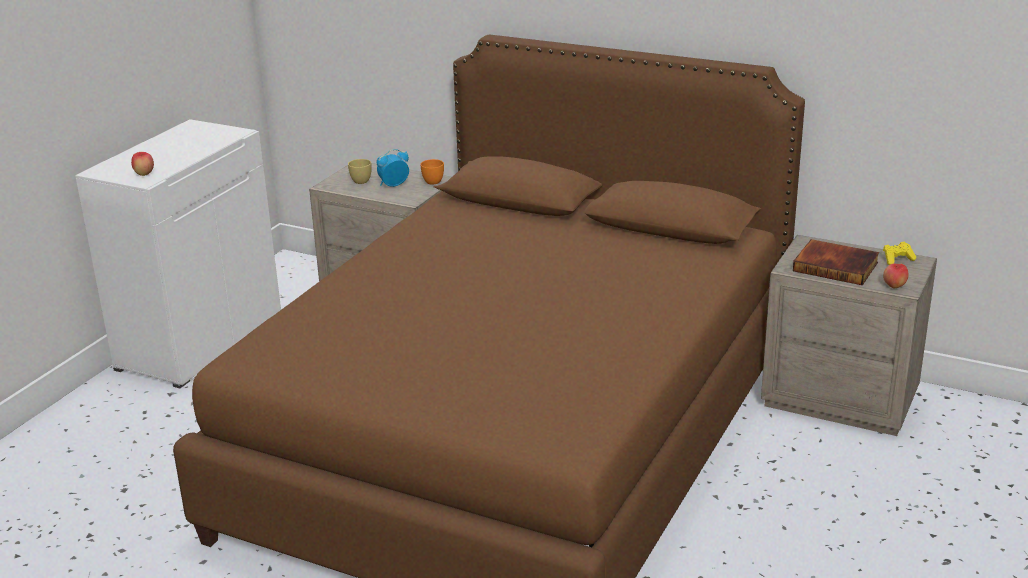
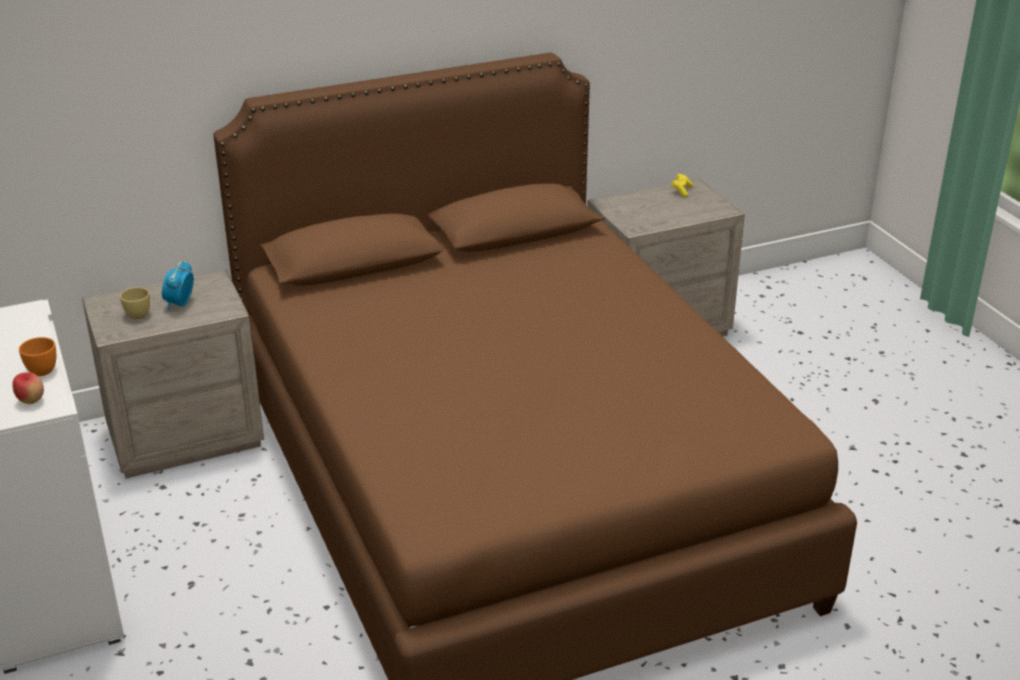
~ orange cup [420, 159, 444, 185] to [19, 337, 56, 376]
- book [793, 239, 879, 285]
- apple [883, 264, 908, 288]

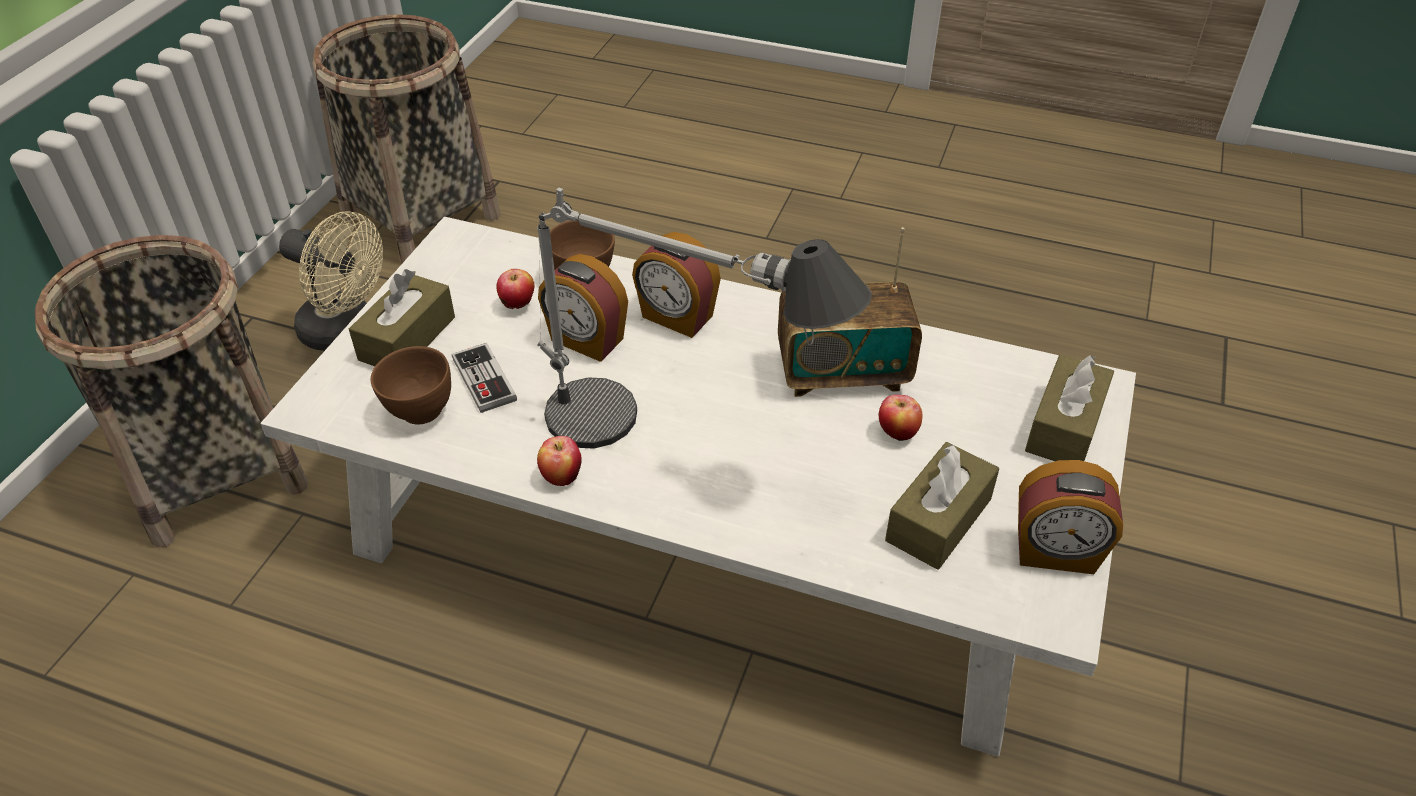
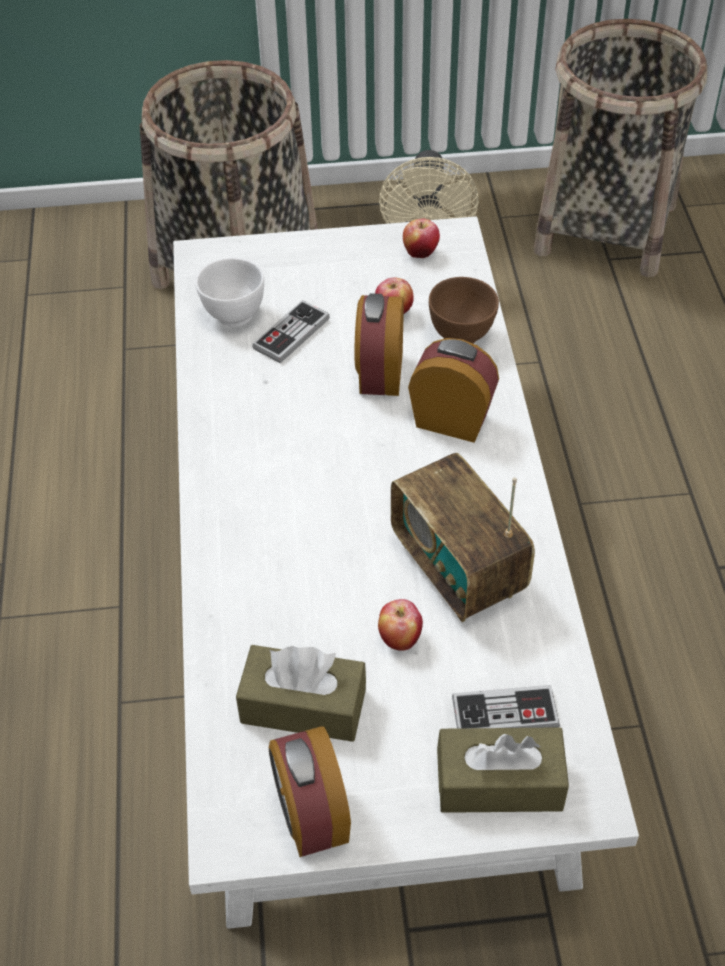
- table lamp [537, 188, 872, 449]
~ alarm clock [632, 232, 721, 338] = [408, 338, 499, 443] 105 degrees clockwise
- brown tissue box [349, 269, 455, 366]
~ brown bowl [371, 346, 451, 424] to white bowl [195, 257, 264, 327]
~ apple [537, 436, 582, 486] to [403, 219, 440, 258]
+ game controller [452, 685, 560, 729]

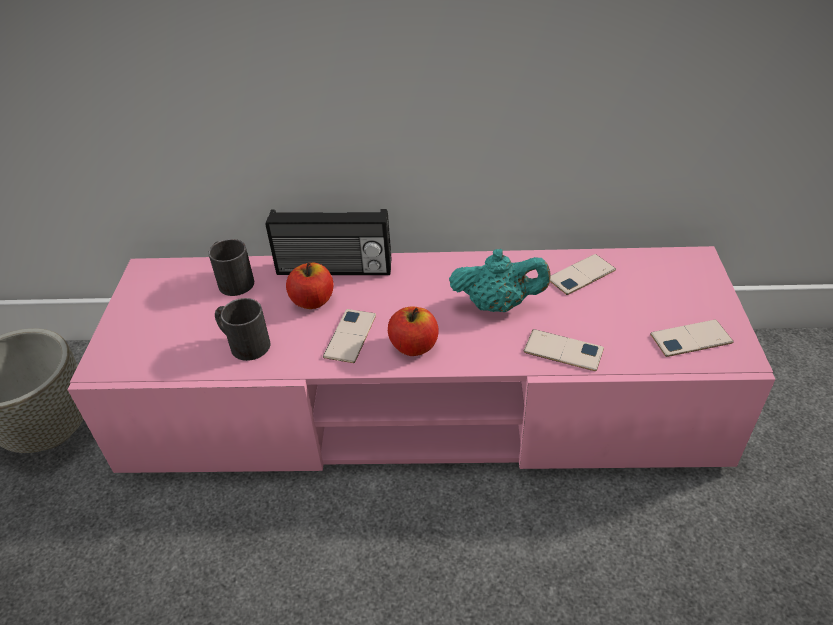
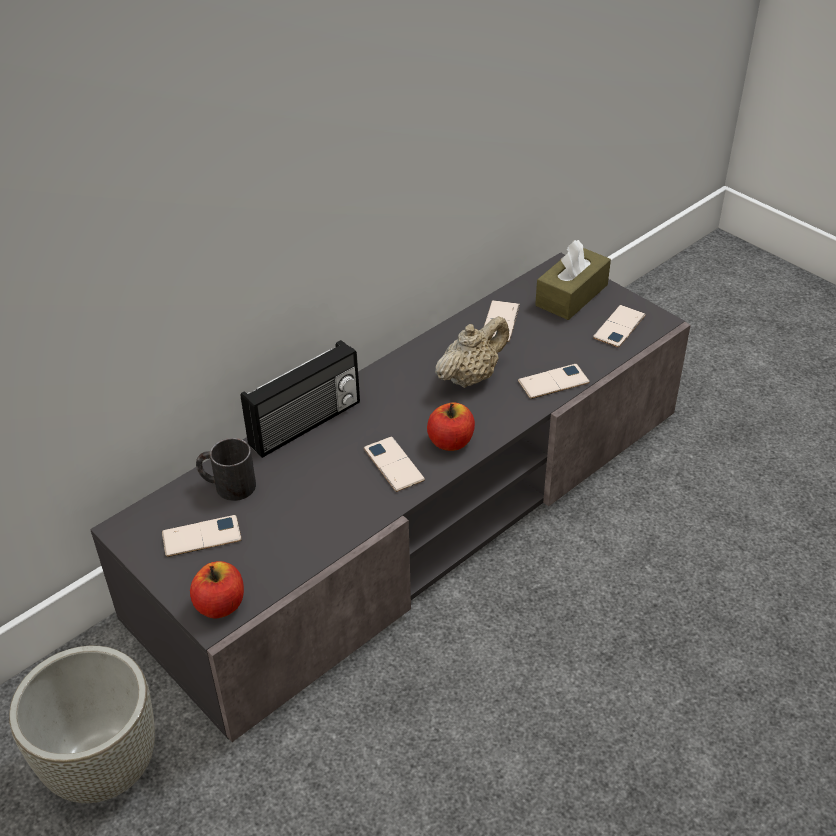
~ pink tv stand [67, 246, 775, 473] to grey tv stand [90, 252, 691, 742]
~ turquoise teapot [449, 249, 550, 312] to beige teapot [435, 316, 509, 388]
~ apple [286, 263, 333, 309] to [190, 561, 244, 619]
- black mug [215, 298, 270, 361]
+ brown tissue box [535, 240, 611, 320]
+ phone [162, 515, 242, 557]

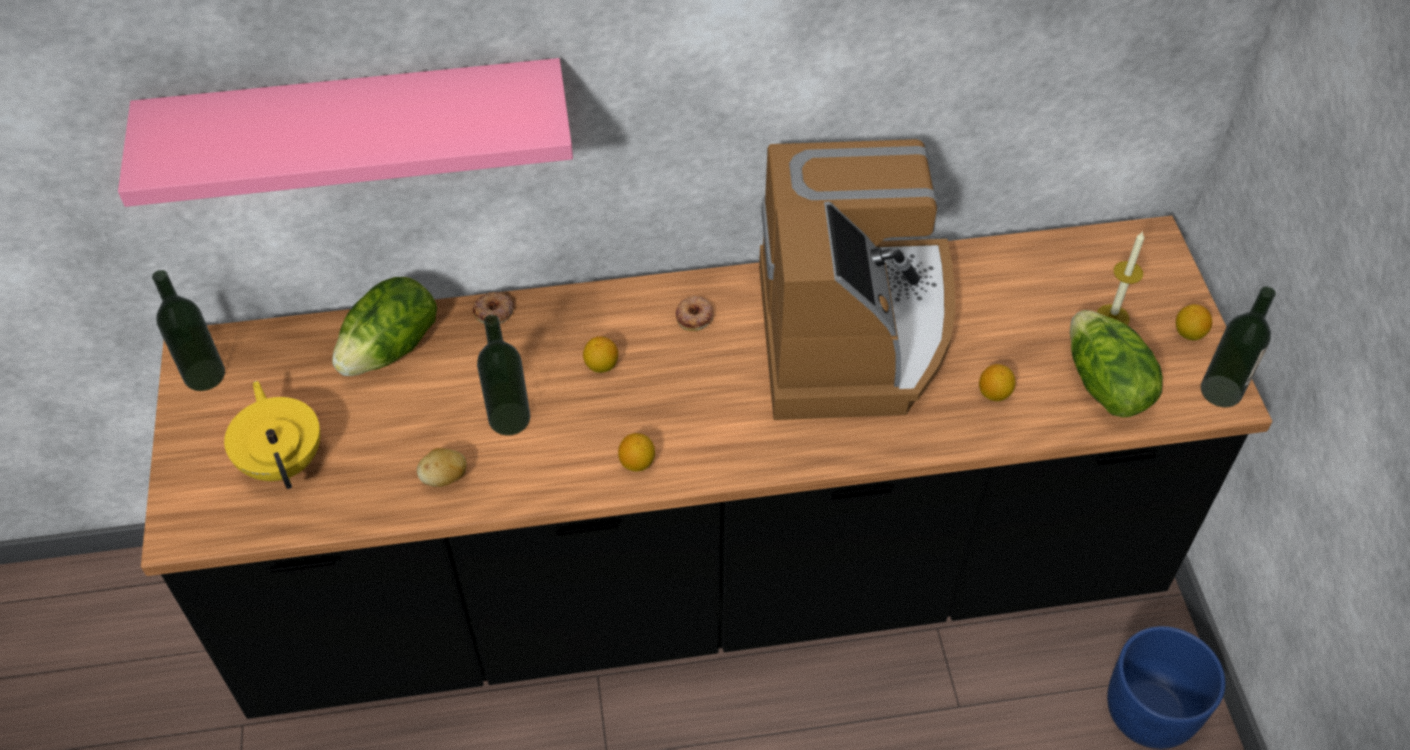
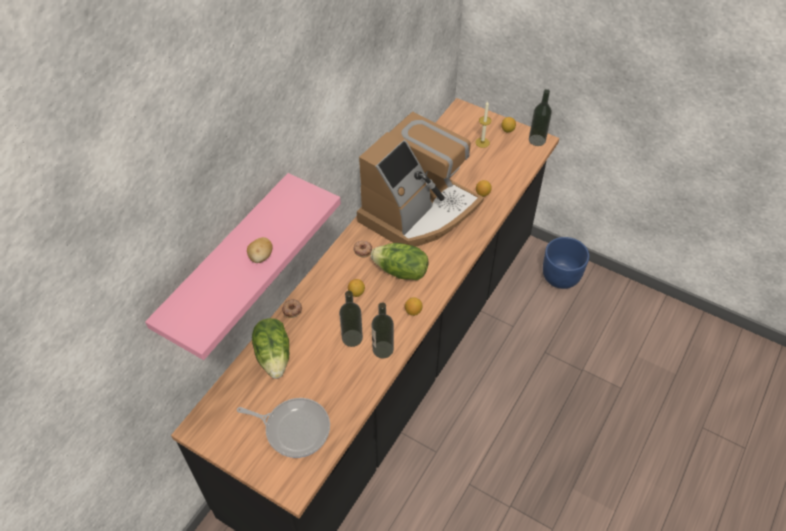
~ coffee machine [759, 139, 955, 420] = [357, 112, 484, 247] 90 degrees clockwise
~ bottle [152, 270, 225, 391] to [372, 303, 394, 358]
~ lettuce [1070, 310, 1163, 417] to [371, 243, 429, 280]
~ yellow teapot [224, 381, 320, 489] to frying pan [237, 398, 330, 458]
~ potato [417, 448, 467, 487] to [247, 237, 273, 263]

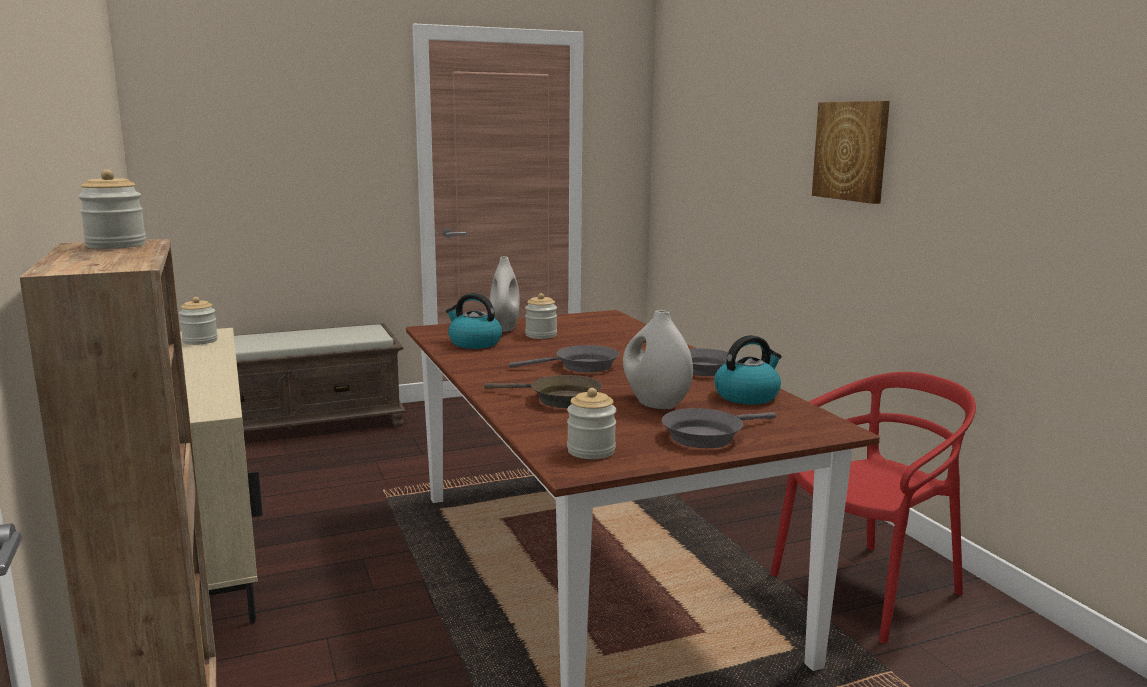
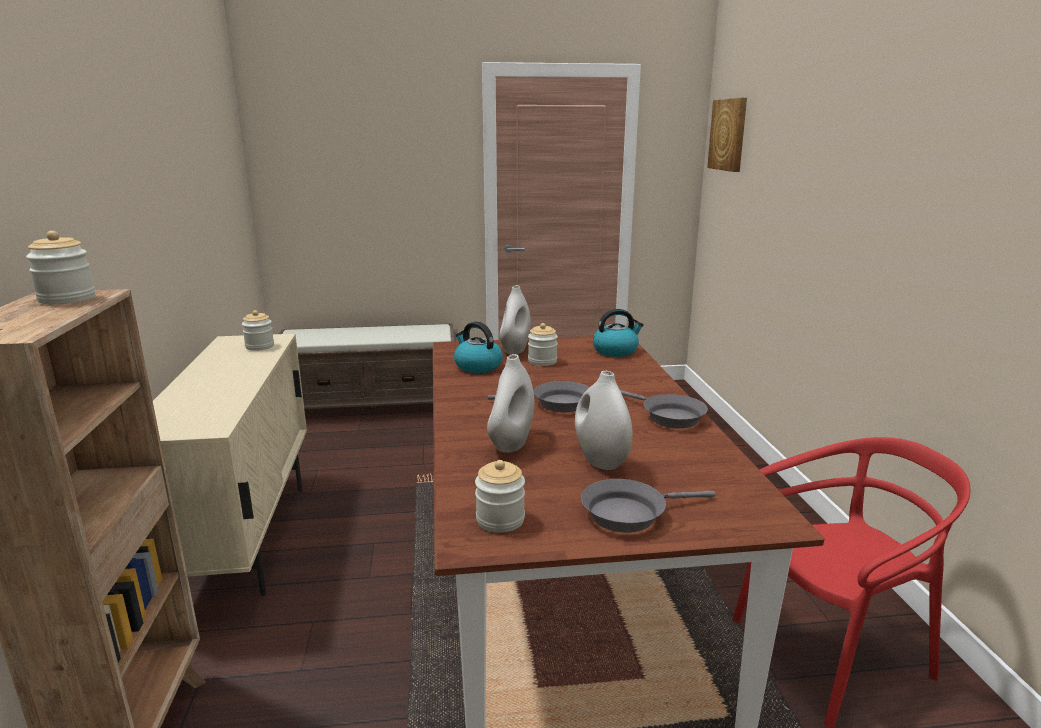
~ picture [812, 101, 890, 204] to [707, 98, 747, 172]
~ kettle [714, 335, 782, 405] to [593, 309, 644, 357]
~ brown frying pan [484, 375, 602, 408] to white vase [487, 354, 535, 453]

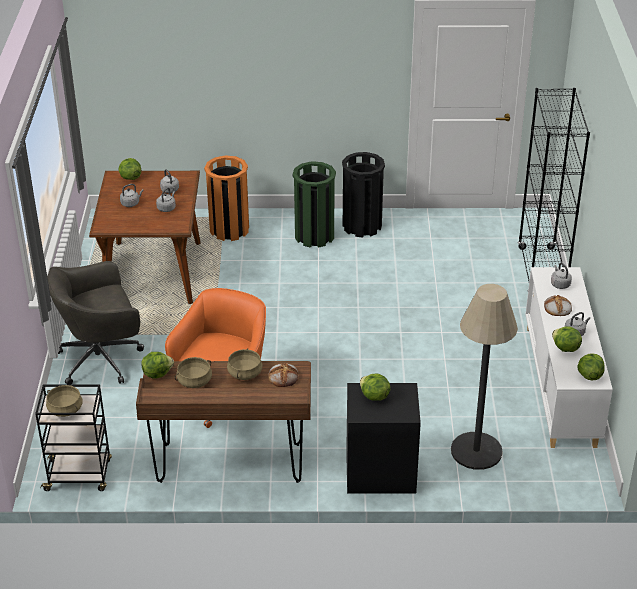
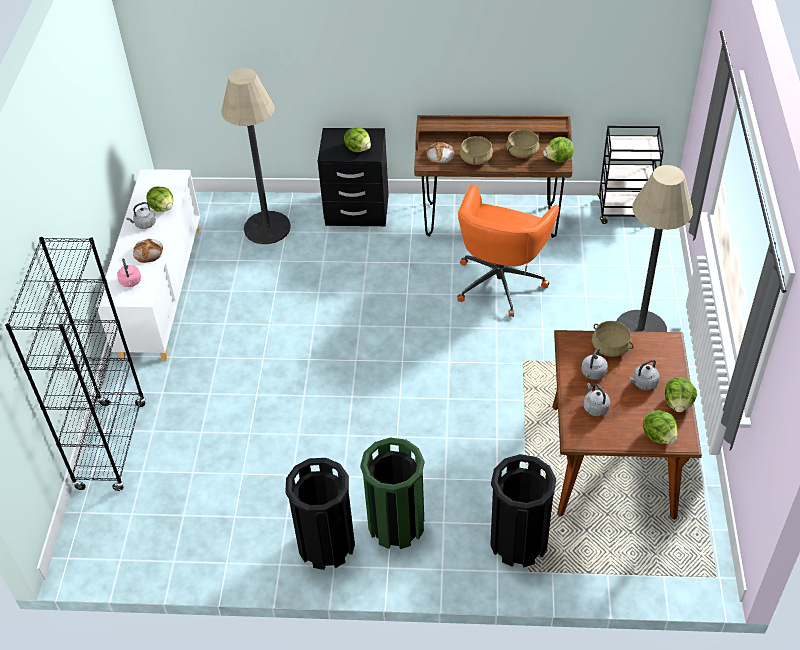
~ orange trash can [204, 155, 249, 241] to black trash can [490, 454, 556, 567]
~ grey office chair [47, 261, 144, 385] to floor lamp [617, 165, 693, 332]
~ grey kettle [551, 263, 572, 289] to pink kettle [117, 259, 141, 287]
~ lettuce [577, 353, 605, 380] to [665, 377, 697, 412]
~ beige cooking pot [46, 385, 82, 417] to [592, 321, 634, 357]

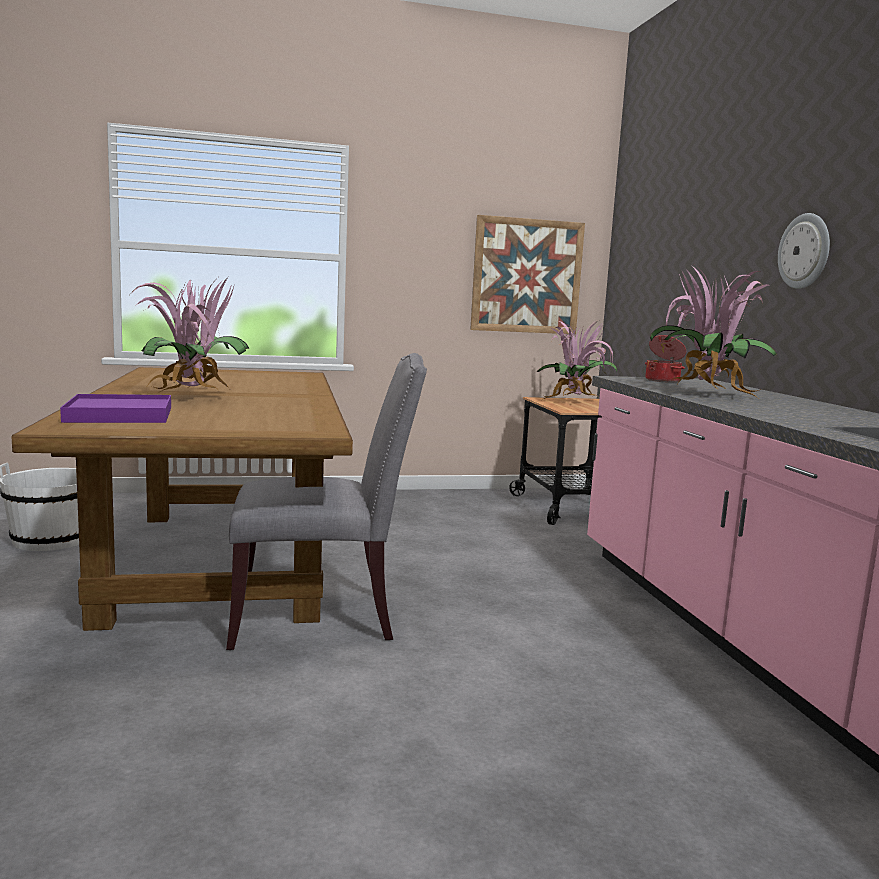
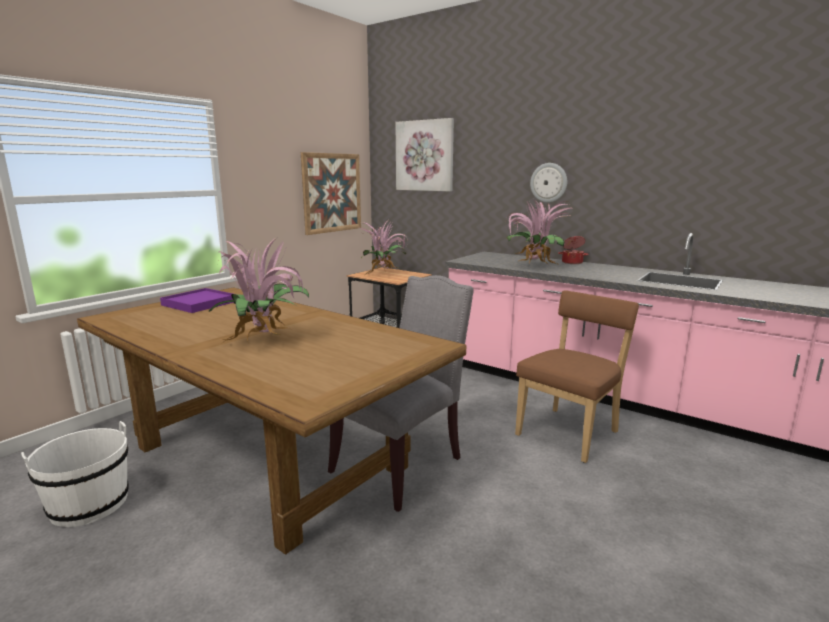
~ cooking pot [645, 335, 686, 383] to [558, 236, 588, 264]
~ purple tray [60, 394, 171, 423] to [160, 288, 234, 313]
+ picture [396, 118, 454, 191]
+ brown chair [515, 290, 639, 463]

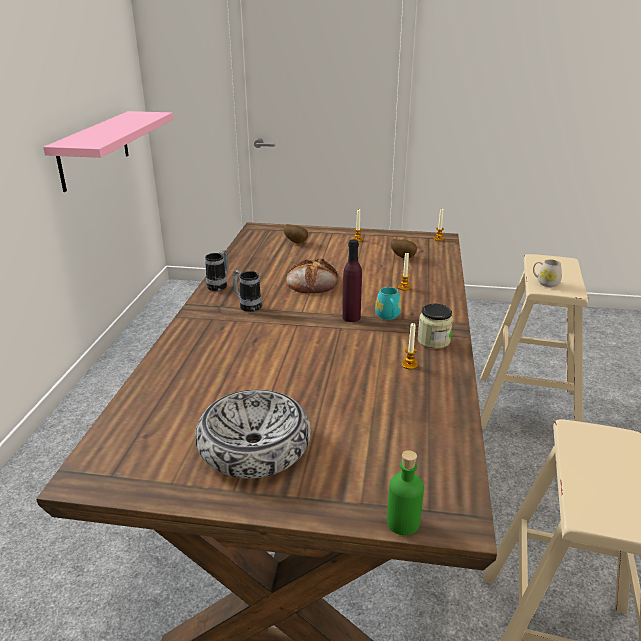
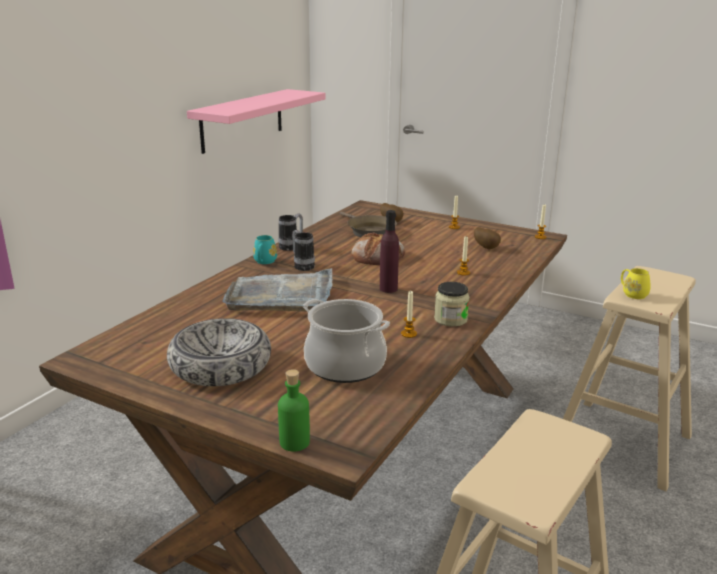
~ white mug [533, 259, 562, 287] to yellow mug [621, 268, 651, 299]
~ turquoise mug [375, 287, 401, 320] to [253, 235, 277, 264]
+ brown frying pan [340, 212, 397, 237]
+ grey tray [222, 268, 332, 312]
+ cooking pot [303, 299, 390, 383]

